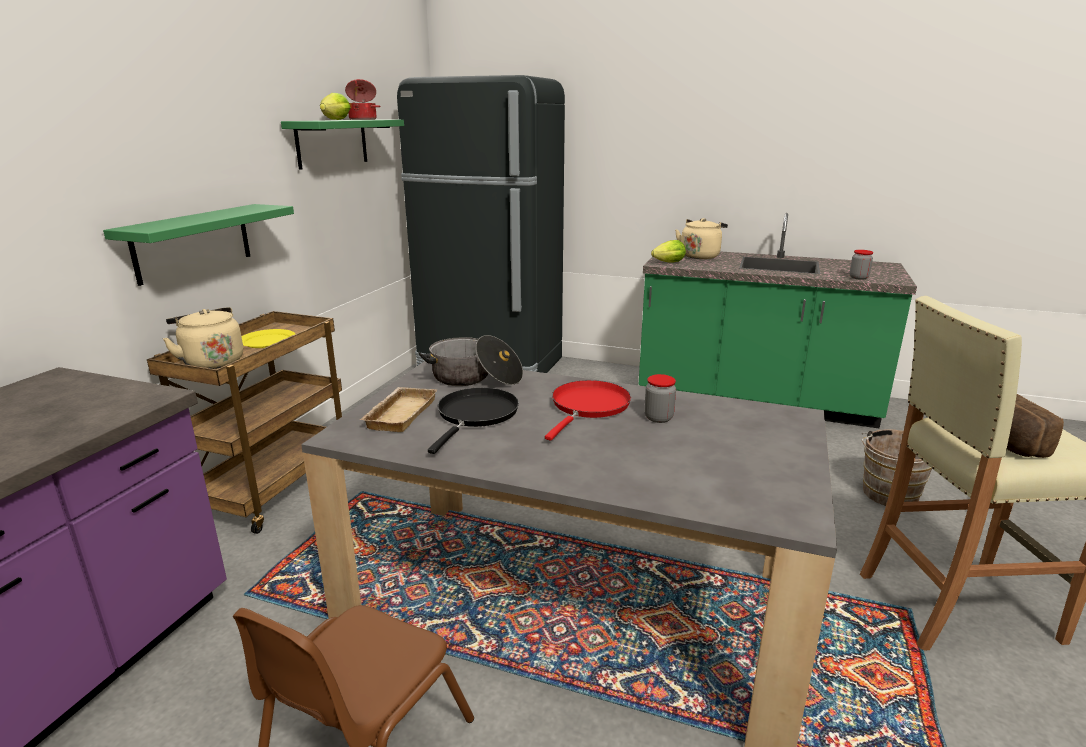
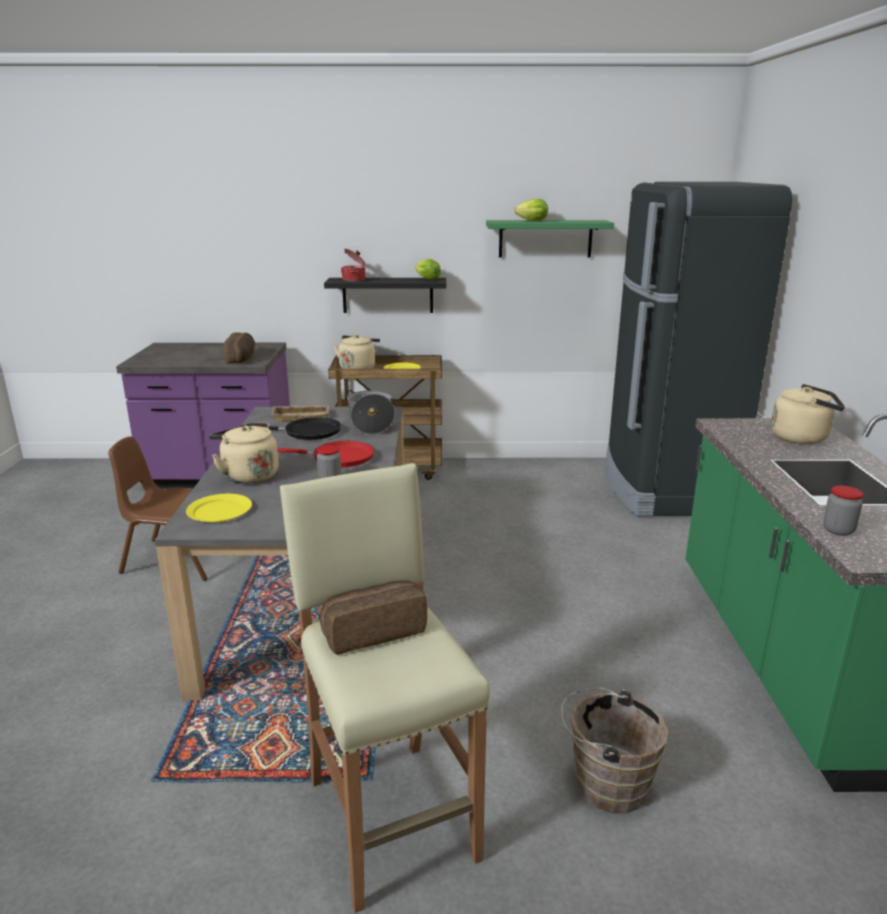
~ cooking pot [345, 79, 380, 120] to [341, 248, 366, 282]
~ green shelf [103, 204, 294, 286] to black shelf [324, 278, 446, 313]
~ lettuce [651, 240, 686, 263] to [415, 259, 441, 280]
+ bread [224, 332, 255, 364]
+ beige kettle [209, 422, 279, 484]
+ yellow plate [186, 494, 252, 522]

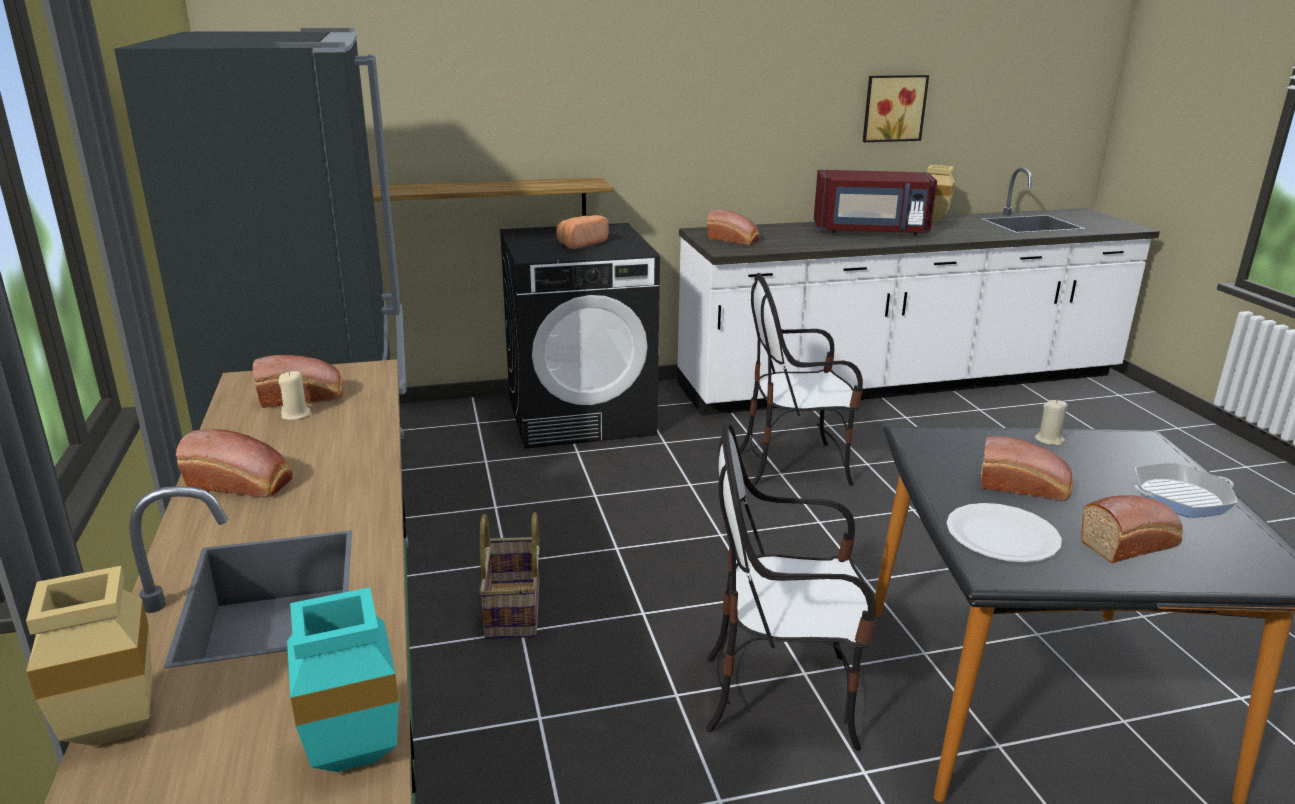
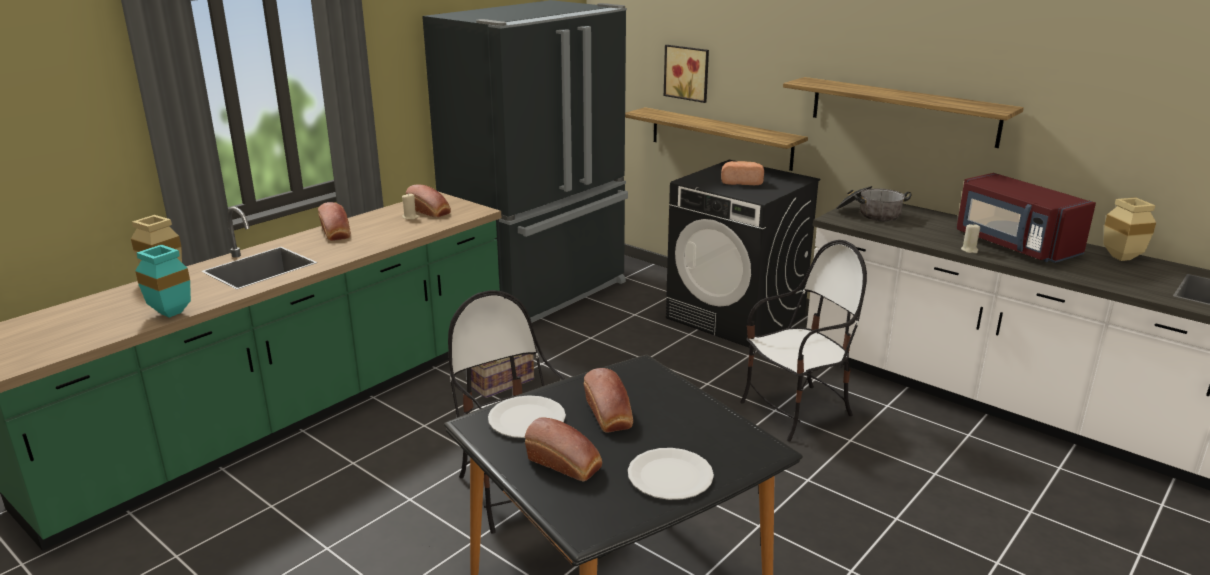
~ picture [863, 75, 929, 142] to [664, 45, 709, 103]
~ bread [707, 210, 760, 245] to cooking pot [836, 186, 912, 222]
~ chair [739, 273, 863, 486] = [740, 240, 867, 442] 105 degrees clockwise
~ beige candle [1035, 399, 1068, 446] to [961, 223, 980, 253]
~ frying pan [1134, 463, 1237, 518] to white plate [628, 448, 714, 500]
+ shelf [783, 77, 1024, 148]

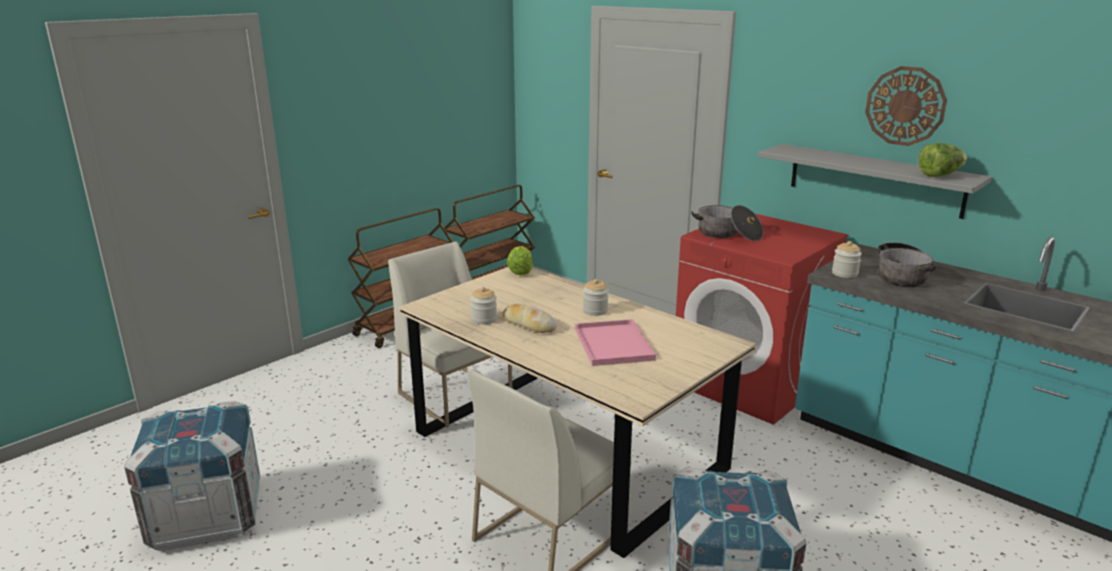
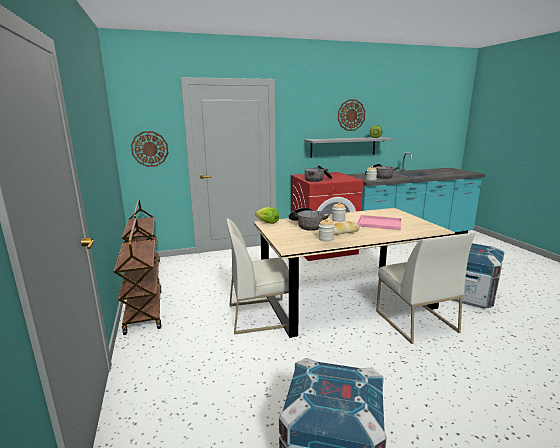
+ wall clock [131, 131, 168, 167]
+ cooking pot [288, 208, 330, 231]

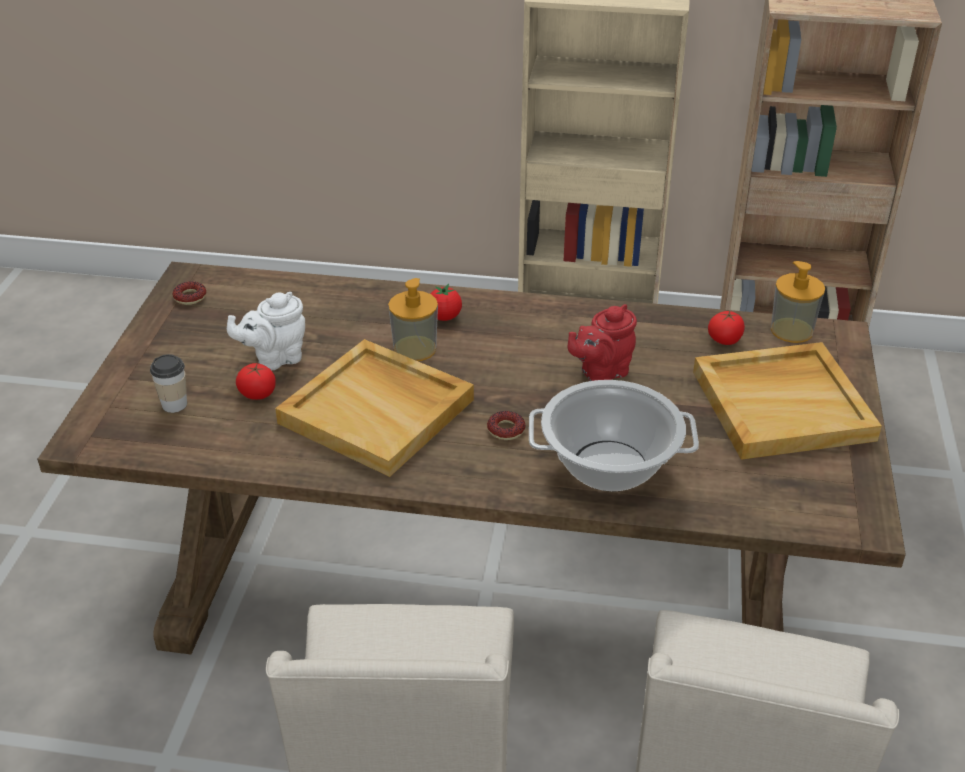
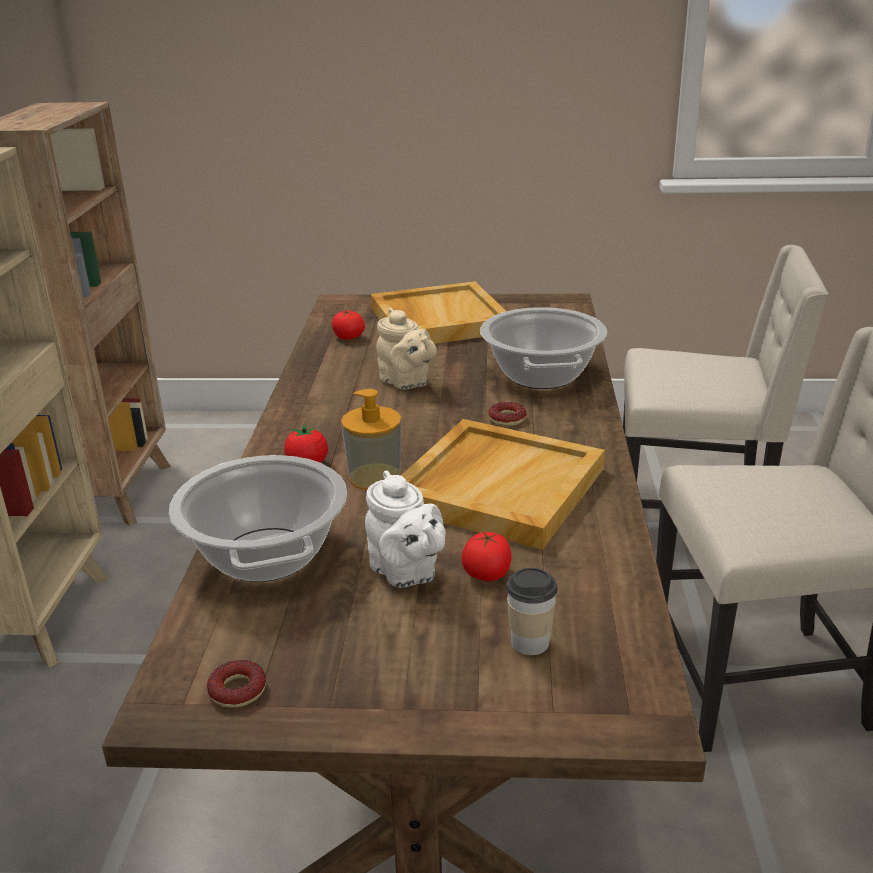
- soap dispenser [771, 261, 825, 343]
~ red teapot [568, 304, 637, 381] to beige teapot [376, 308, 437, 390]
+ cooking pot [169, 455, 347, 582]

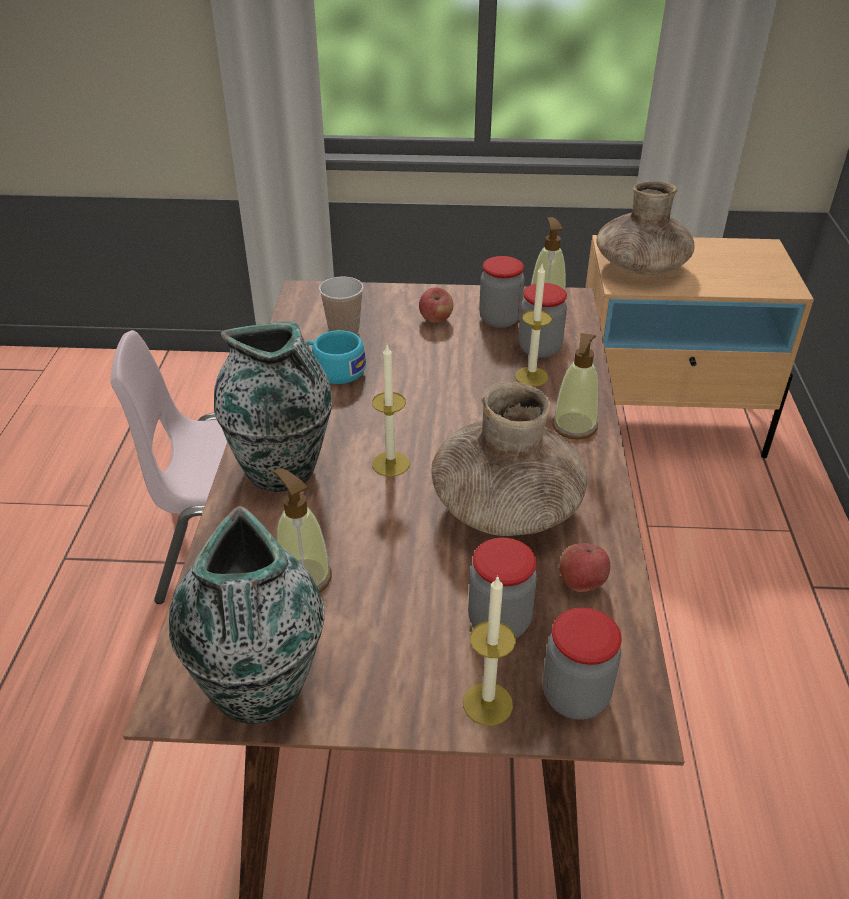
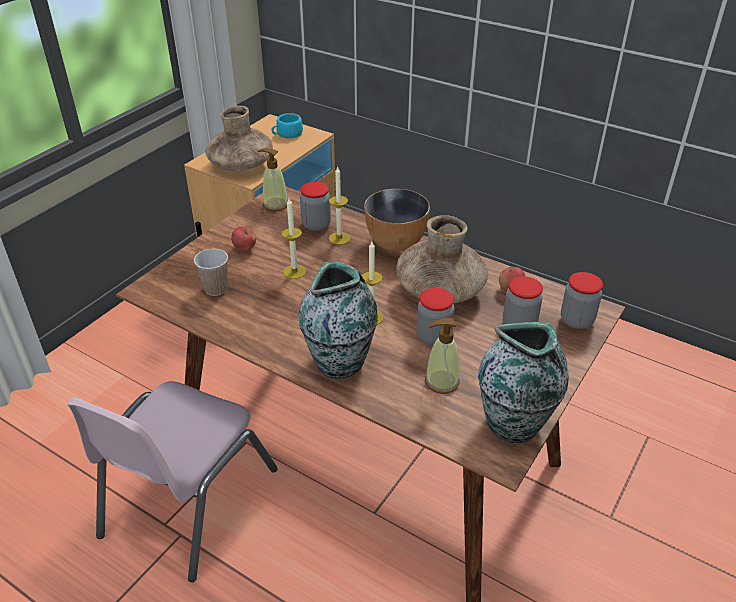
~ jar [479, 256, 525, 328] to [417, 288, 455, 346]
~ turquoise cup [306, 330, 366, 384] to [272, 113, 303, 138]
~ soap dispenser [552, 333, 599, 440] to bowl [364, 189, 430, 251]
~ candle [463, 575, 516, 726] to [281, 198, 306, 279]

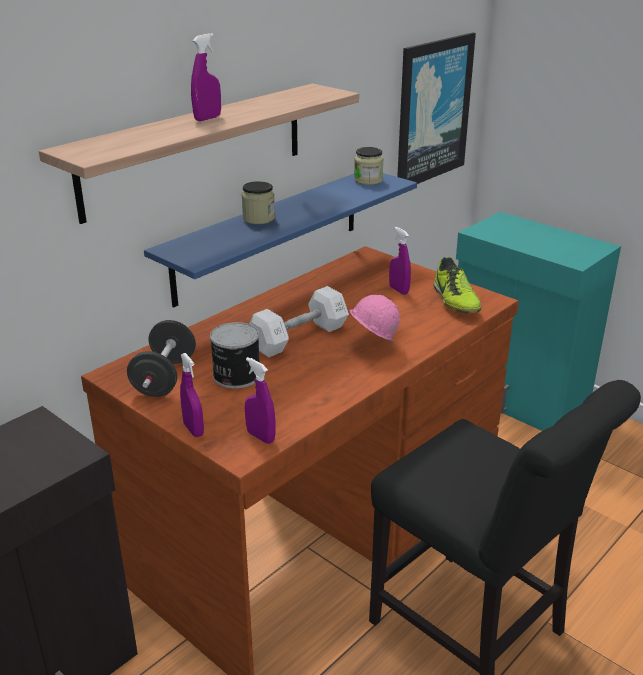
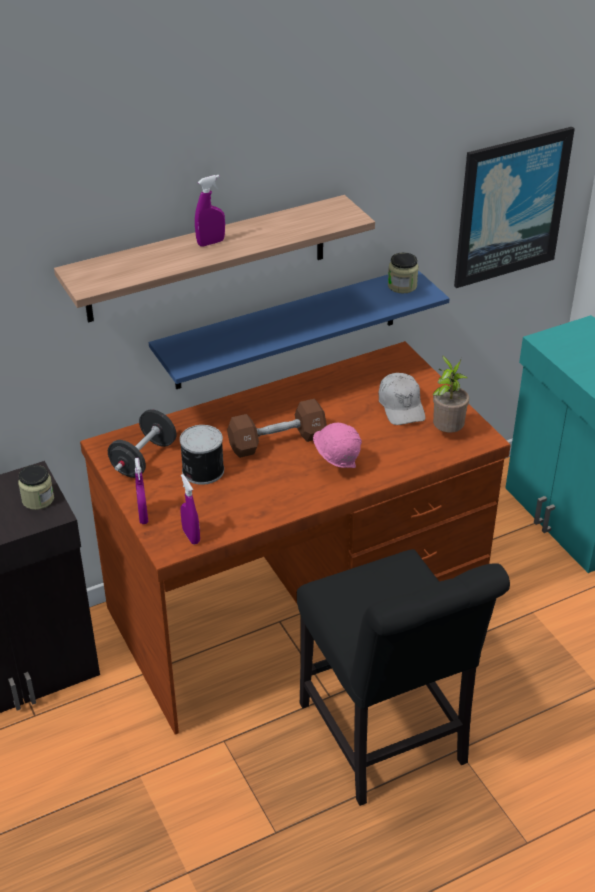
~ jar [242, 181, 275, 224] to [18, 465, 54, 510]
~ purple spray bottle [389, 227, 411, 295] to white cap [379, 373, 425, 425]
~ shoe [434, 257, 481, 313] to potted plant [432, 356, 469, 433]
~ white dumbbell [249, 286, 349, 357] to brown dumbbell [227, 399, 327, 458]

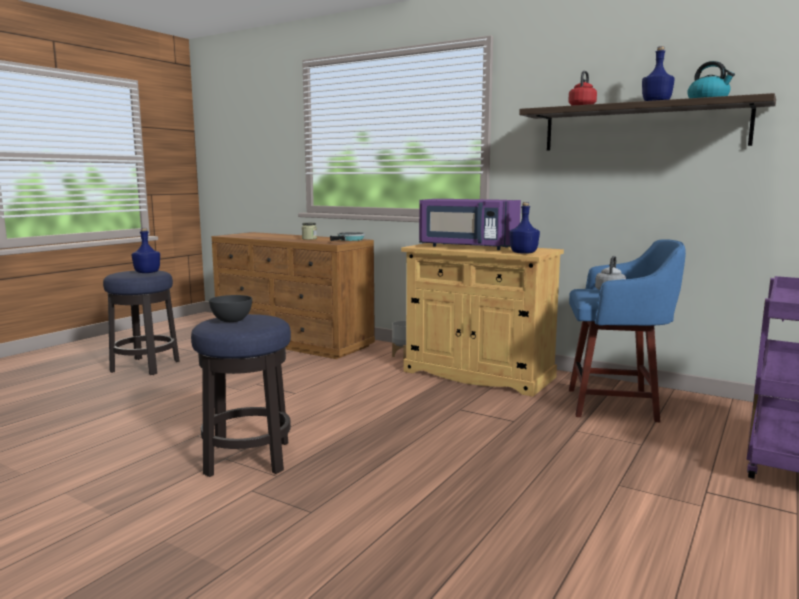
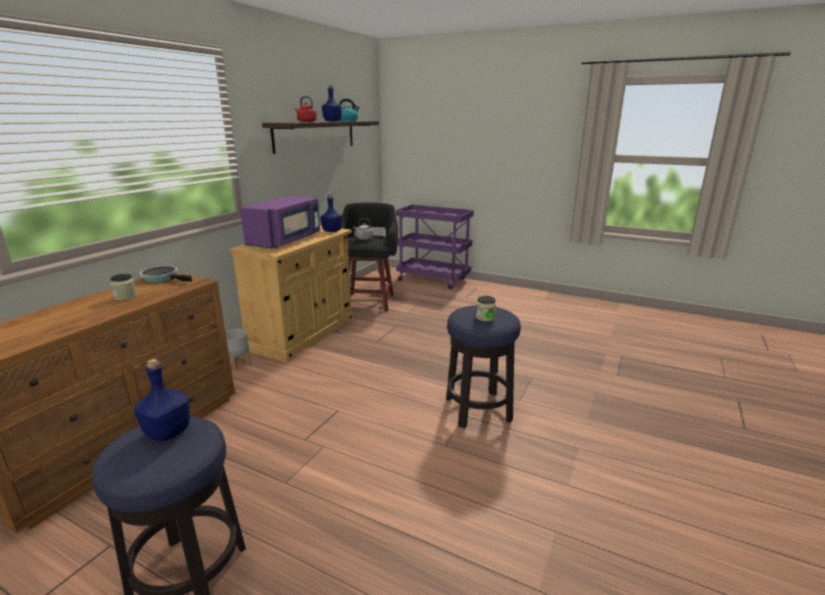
~ blue stool [569, 239, 686, 422] to black stool [341, 202, 398, 312]
~ grey bowl [209, 295, 252, 322] to jar [476, 296, 496, 321]

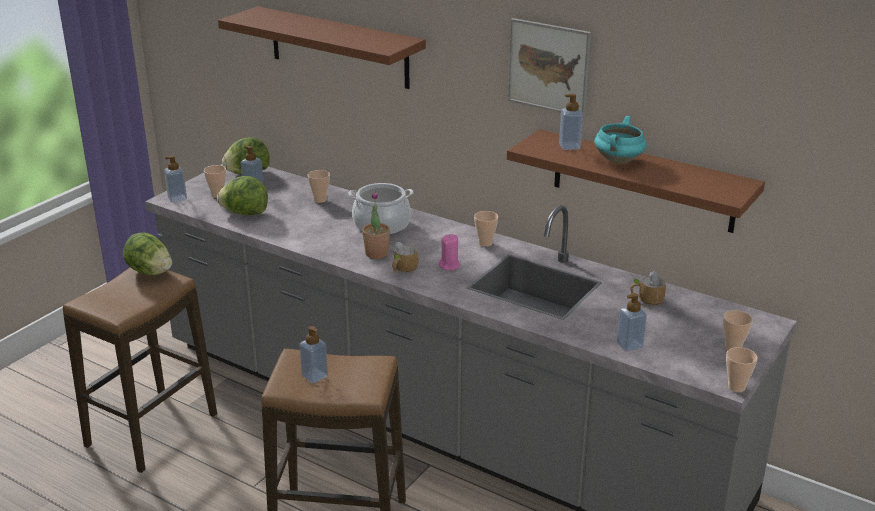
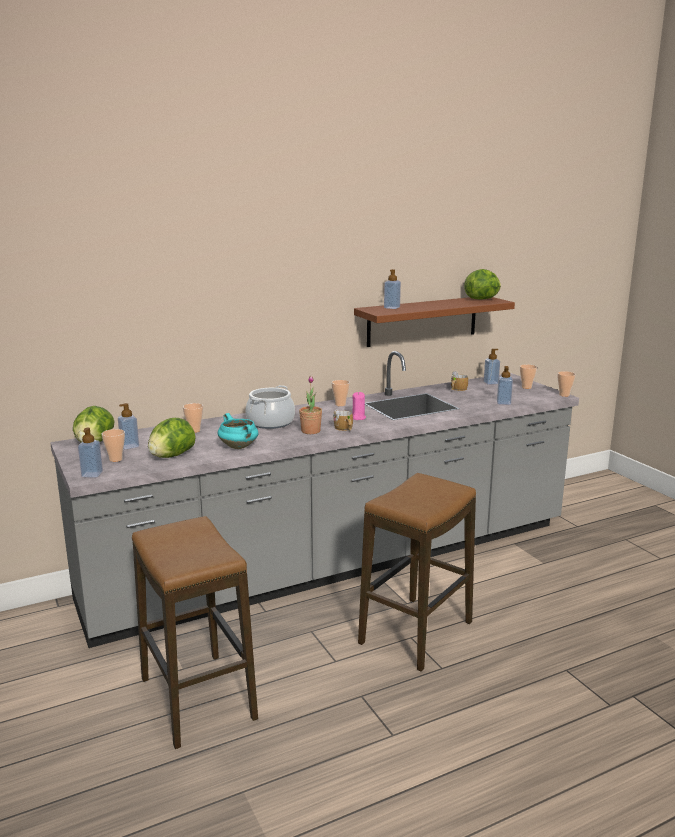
- brown shelf [218, 6, 426, 89]
- picture [508, 18, 591, 118]
~ turquoise cooking pot [594, 116, 646, 163] to [218, 413, 258, 449]
~ lettuce [123, 232, 172, 276] to [464, 269, 501, 300]
~ soap dispenser [299, 326, 328, 383] to [484, 349, 500, 385]

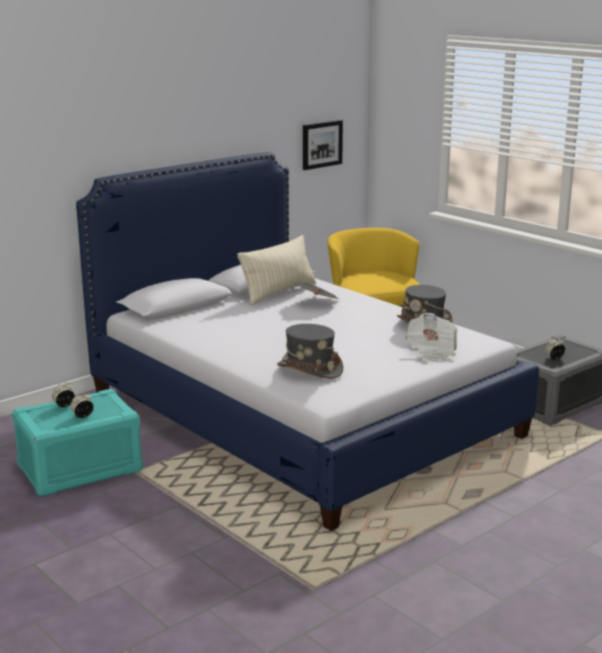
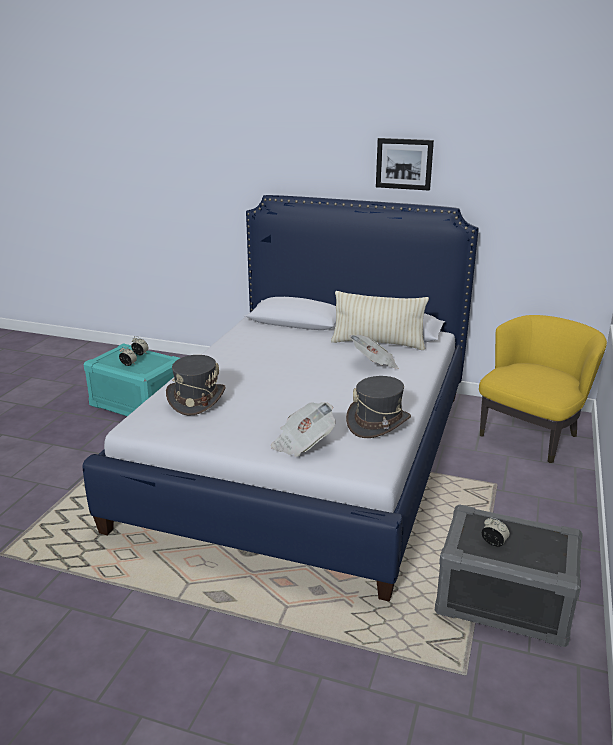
~ picture [303, 120, 343, 170] to [376, 138, 434, 191]

